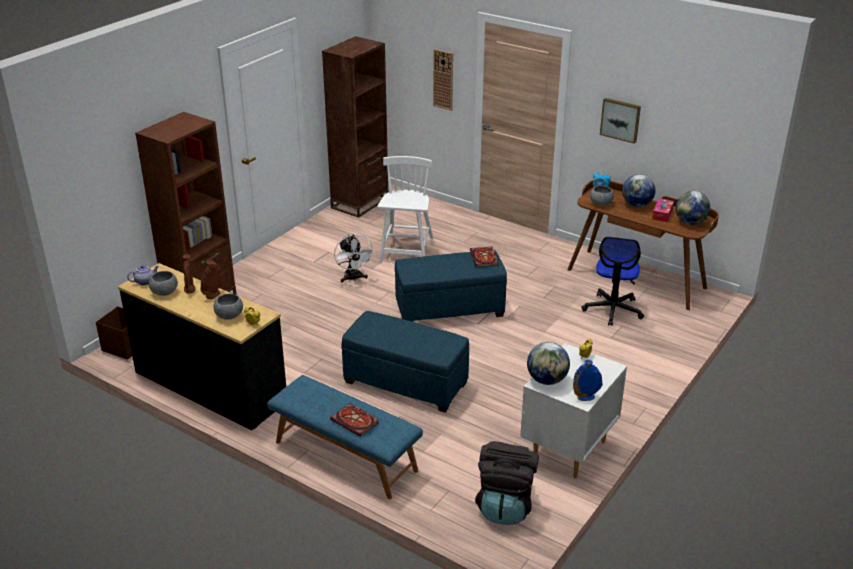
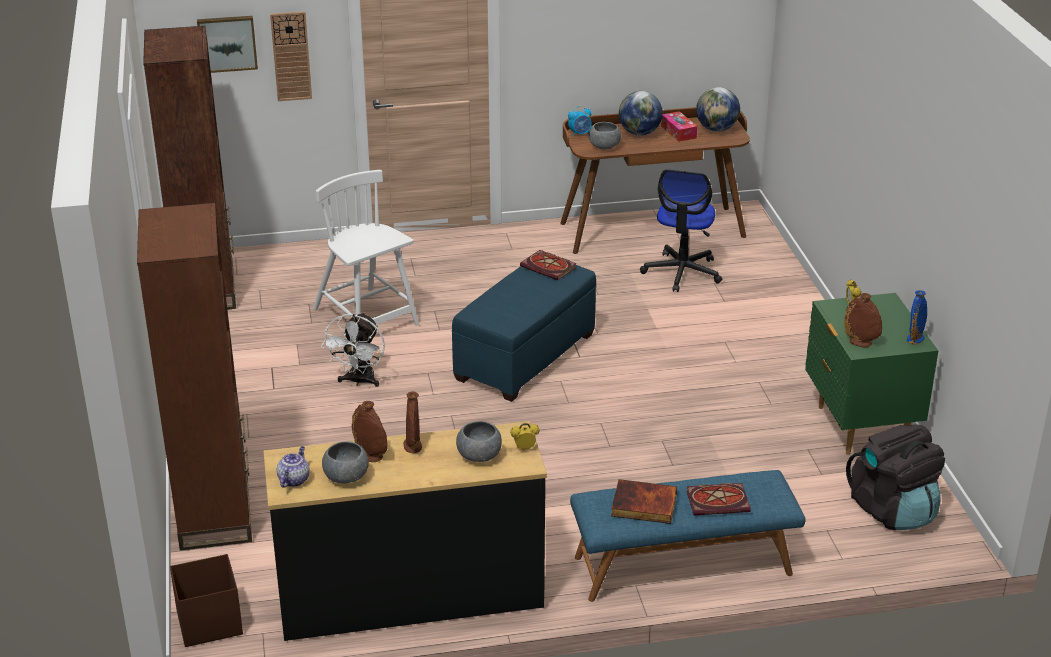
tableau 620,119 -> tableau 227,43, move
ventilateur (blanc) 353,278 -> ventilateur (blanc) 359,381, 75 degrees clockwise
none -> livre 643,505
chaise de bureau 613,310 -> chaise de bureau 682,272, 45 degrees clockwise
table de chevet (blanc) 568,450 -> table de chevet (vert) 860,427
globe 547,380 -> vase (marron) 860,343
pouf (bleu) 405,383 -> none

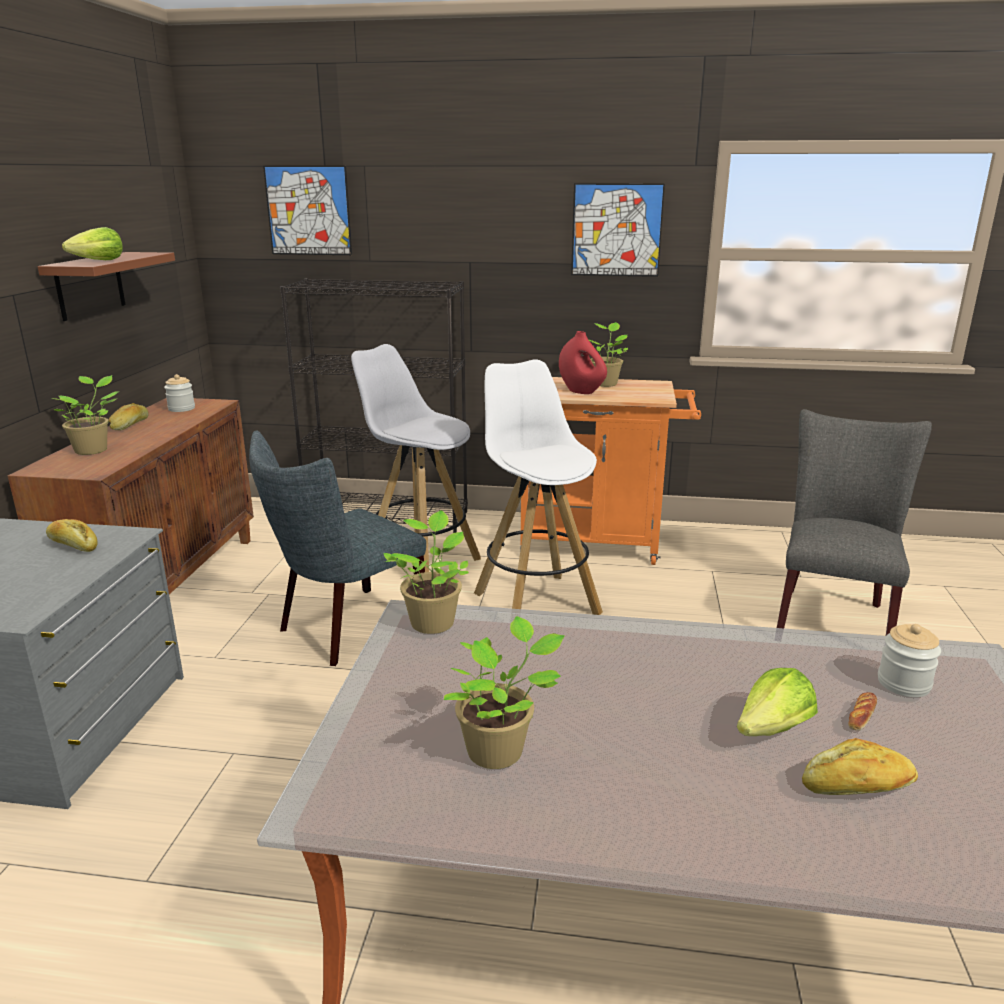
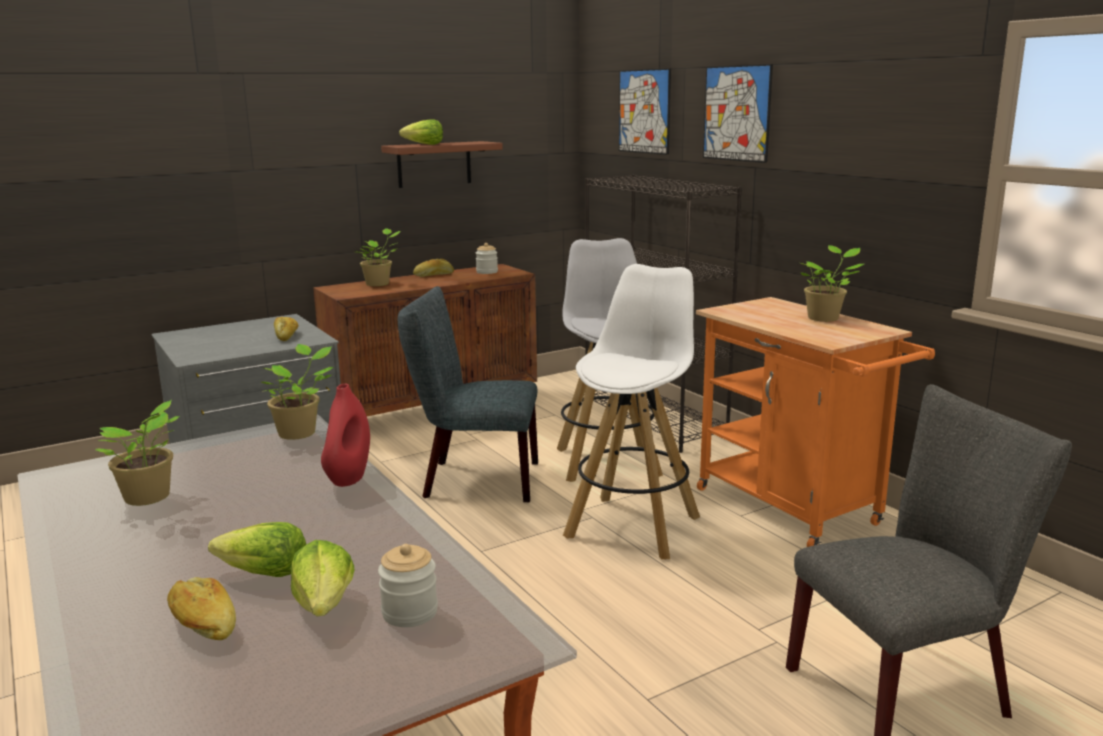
pain 862,715 -> laitue 325,604
vase (rouge) 581,391 -> vase (rouge) 349,478, move
tableau 616,230 -> tableau 736,113, move

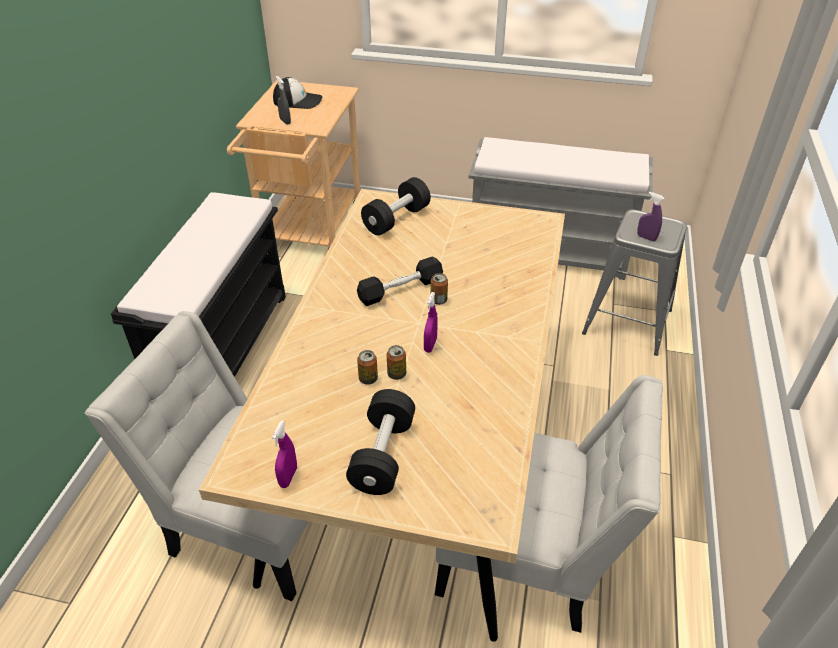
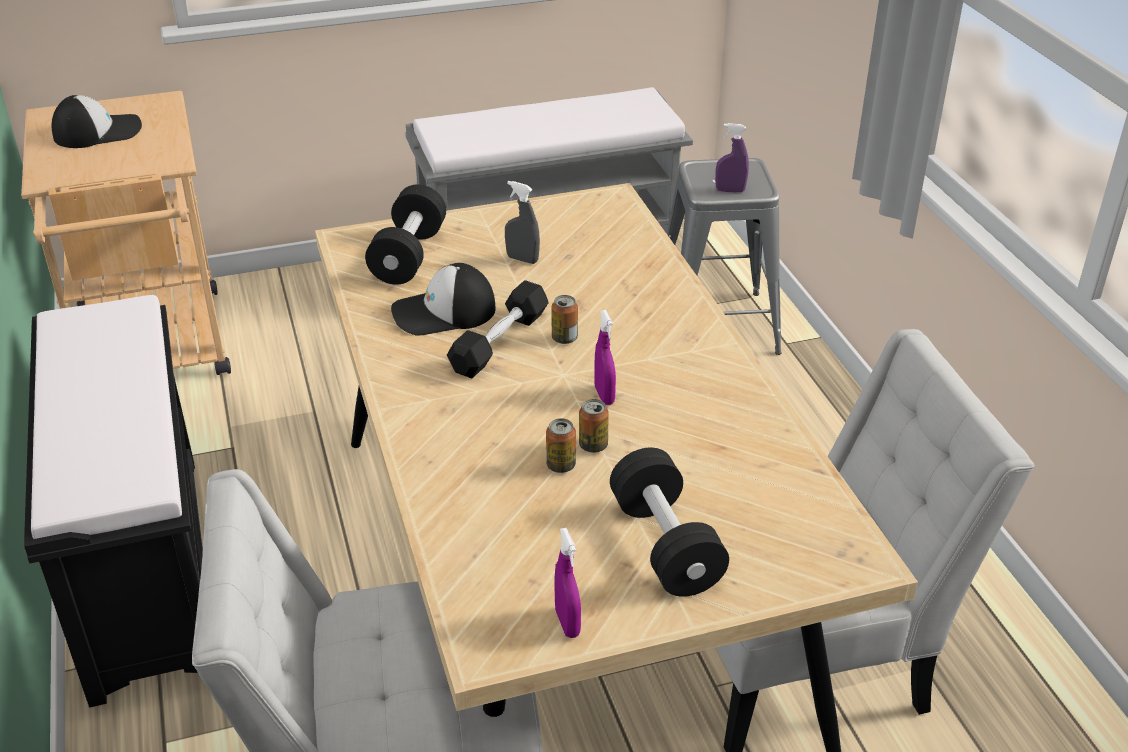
none -> casquette 443,312
vaporisateur (gris) 285,121 -> vaporisateur (gris) 522,259, move

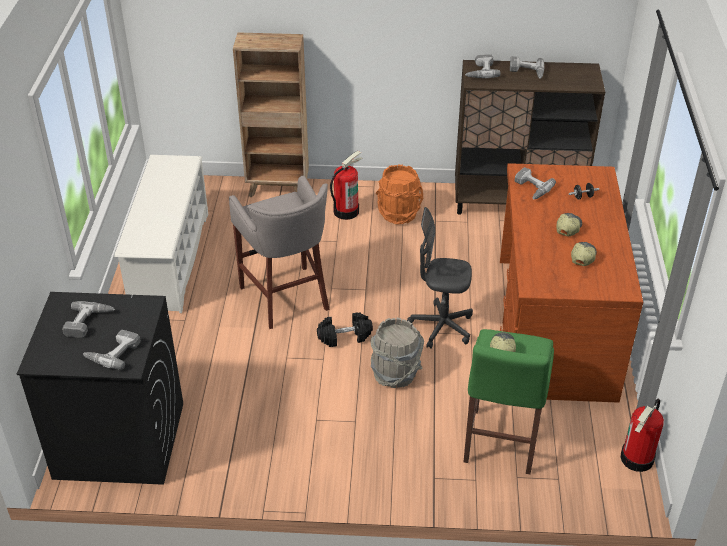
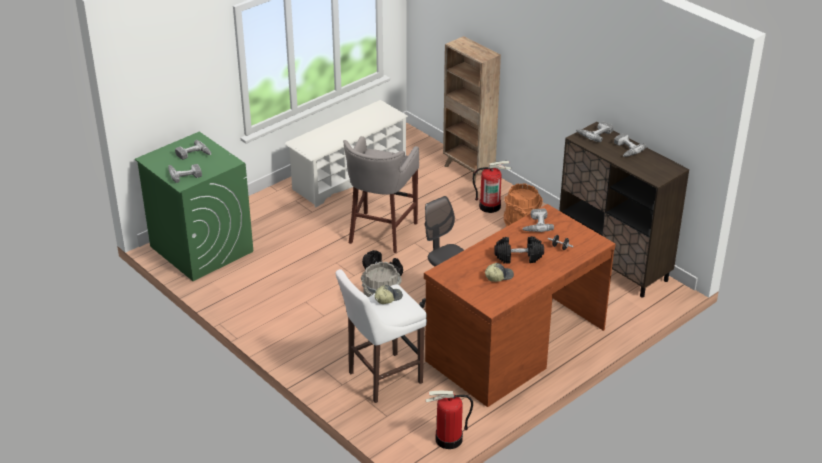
lave-linge (noir) 118,440 -> lave-linge (vert) 200,248
tabouret (vert) 500,445 -> tabouret (blanc) 381,378
casquette 568,227 -> haltère (noir) 518,257

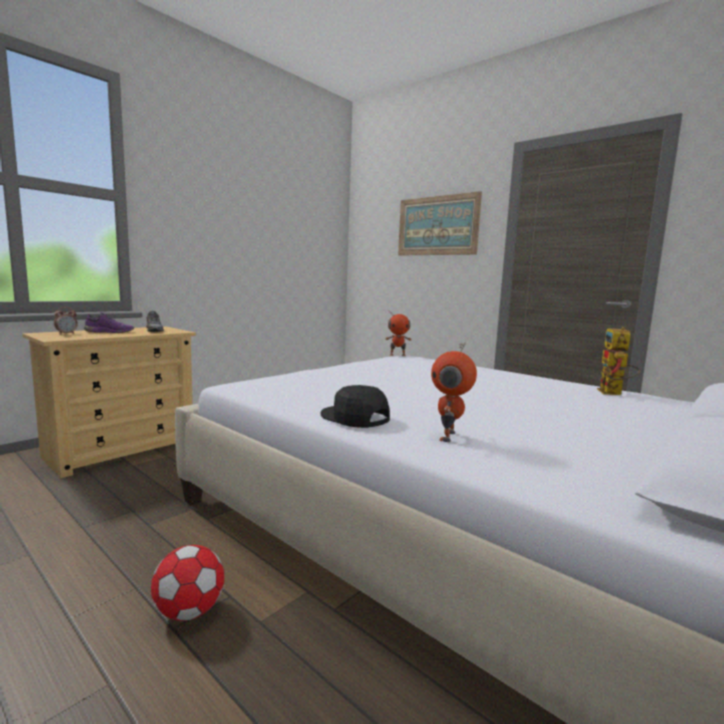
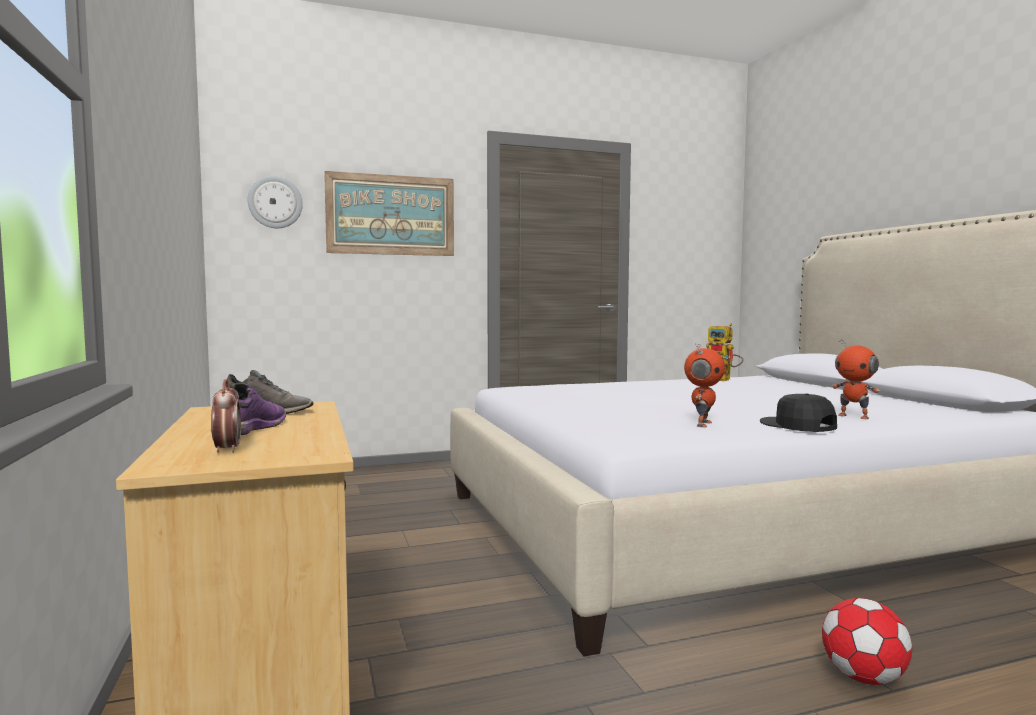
none -> horloge murale 275,202
robot jouet 397,355 -> robot jouet 702,424, move
casquette (noir) 354,417 -> casquette (noir) 797,425, 75 degrees clockwise

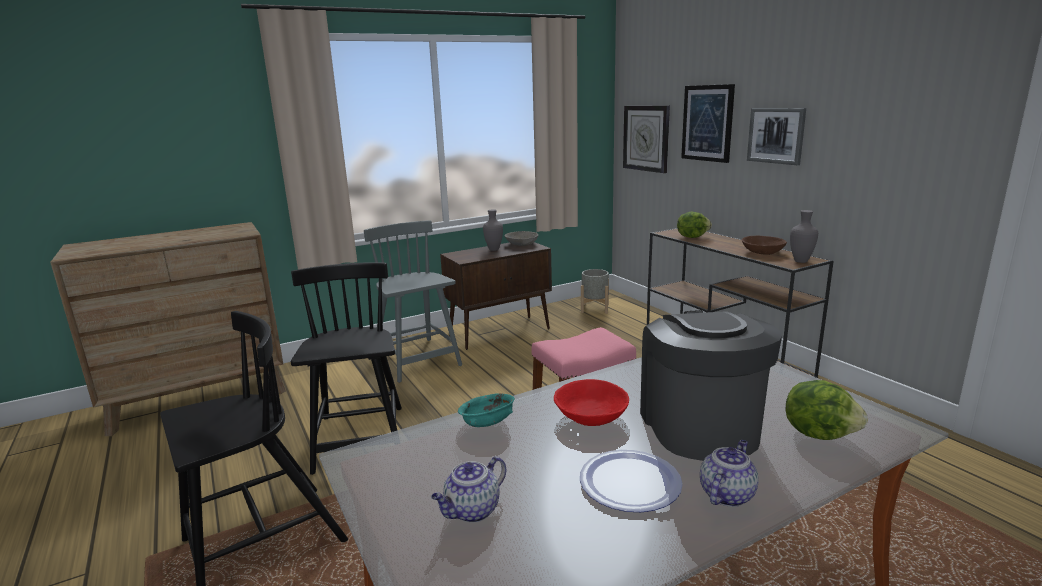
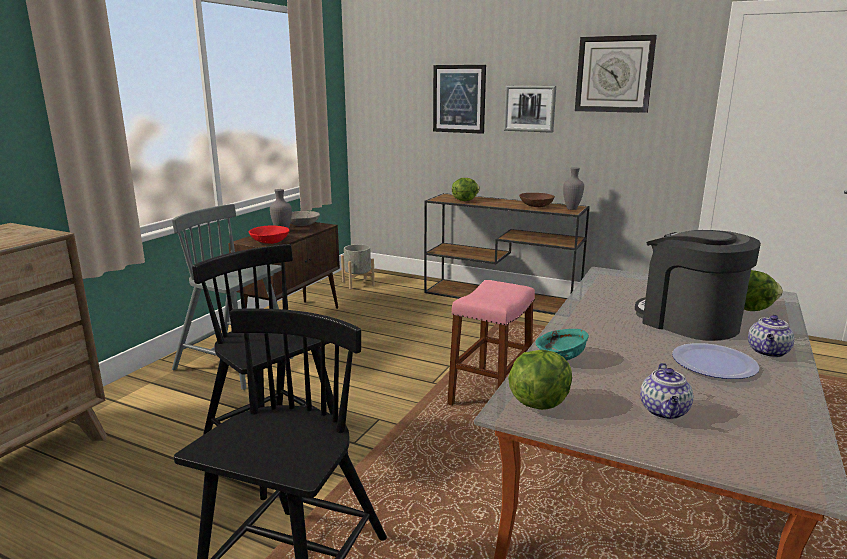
bol (rouge) 590,416 -> bol (rouge) 269,241, move
none -> laitue 539,402
horloge murale 646,138 -> horloge murale 614,74, move
théière 726,494 -> théière 768,352, 150 degrees counterclockwise

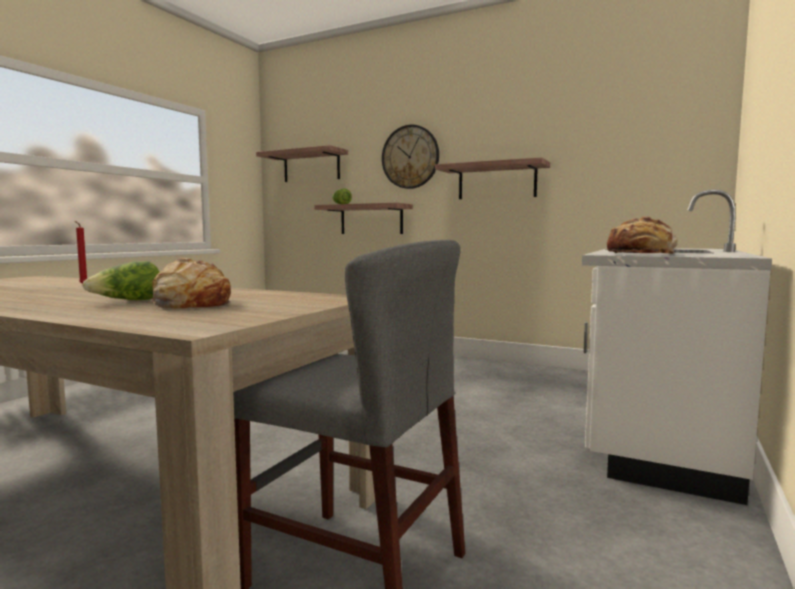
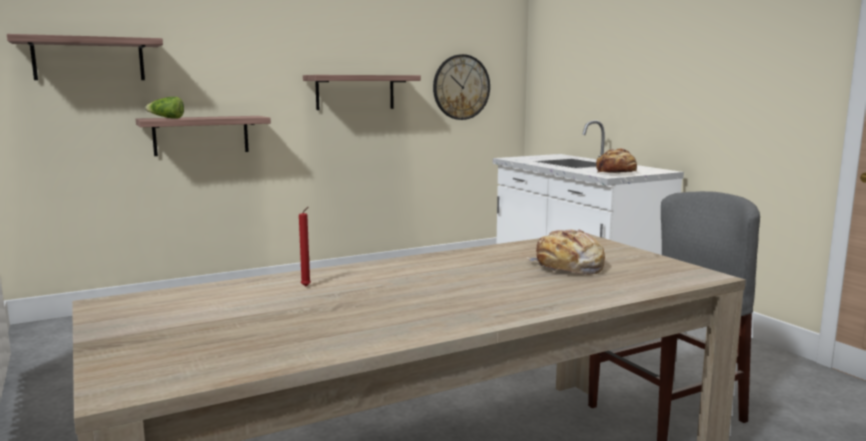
horloge murale 410,157 -> horloge murale 461,87, move
laitue 127,301 -> none

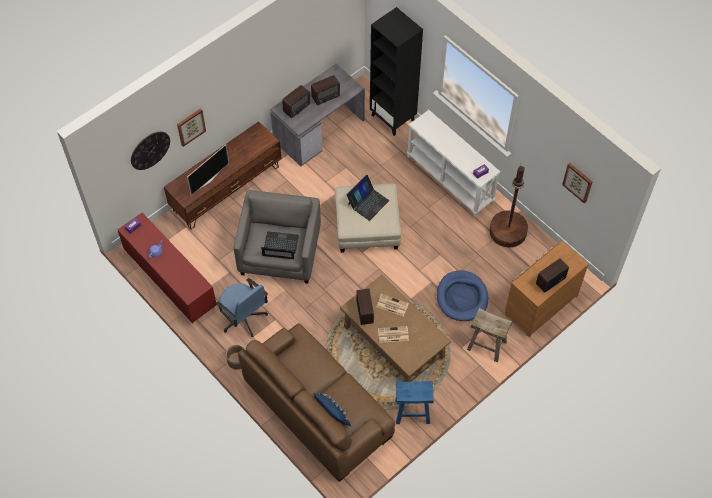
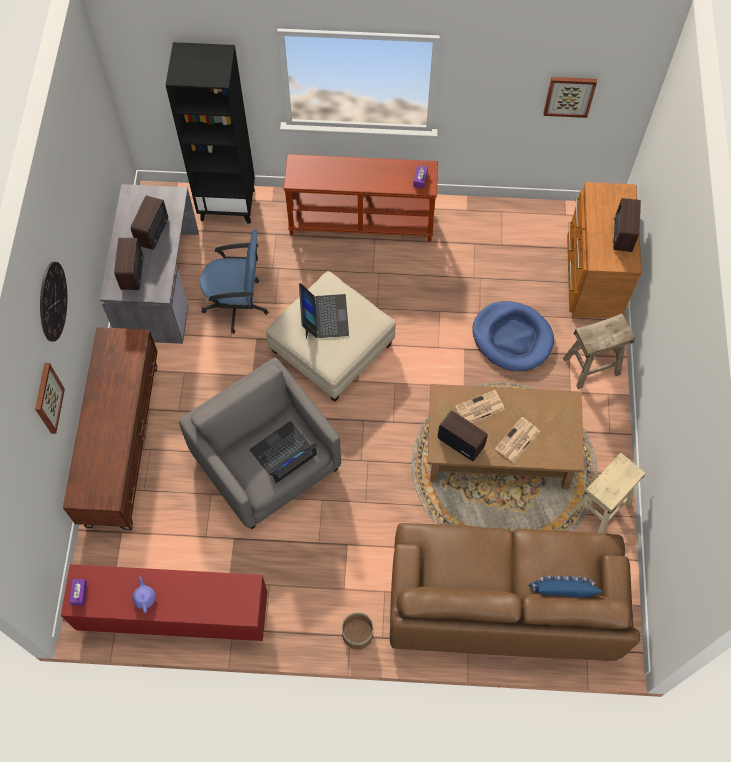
horloge murale 150,150 -> horloge murale 52,301, move
chaise de bureau (bleu) 243,318 -> chaise de bureau (bleu) 237,304, move
table console (blanc) 450,179 -> table console (marron) 362,221
tabouret (bleu) 412,412 -> tabouret (beige) 600,507
téléviseur 209,180 -> none
lampadaire (marron) 508,231 -> none

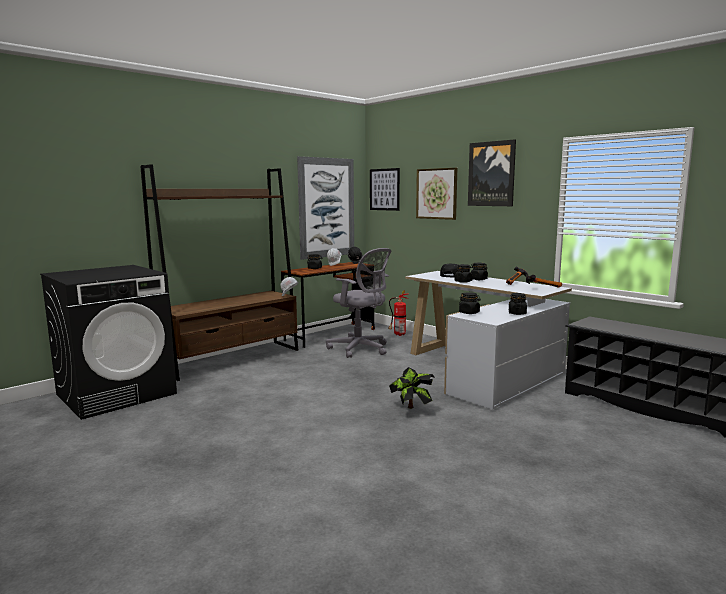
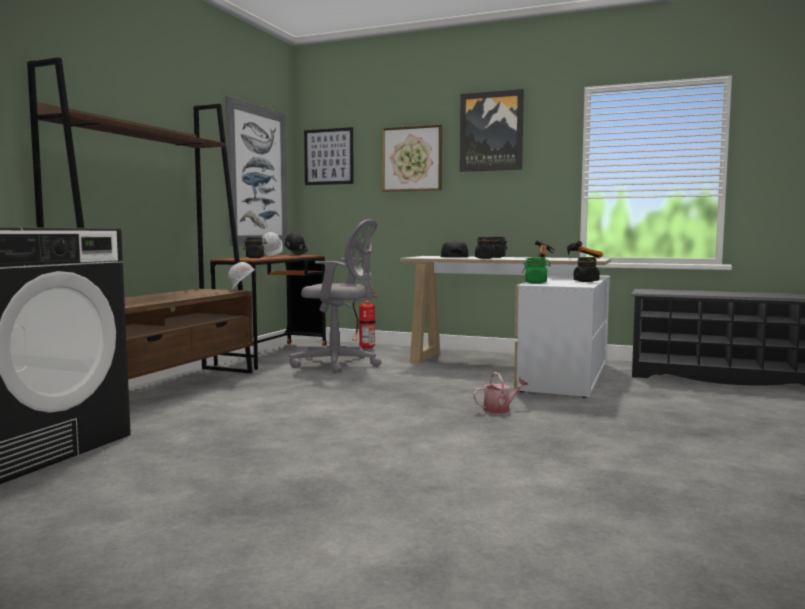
plante en pot 411,410 -> arrosoir 500,409
bocal (noir) 469,313 -> bocal (vert) 536,283

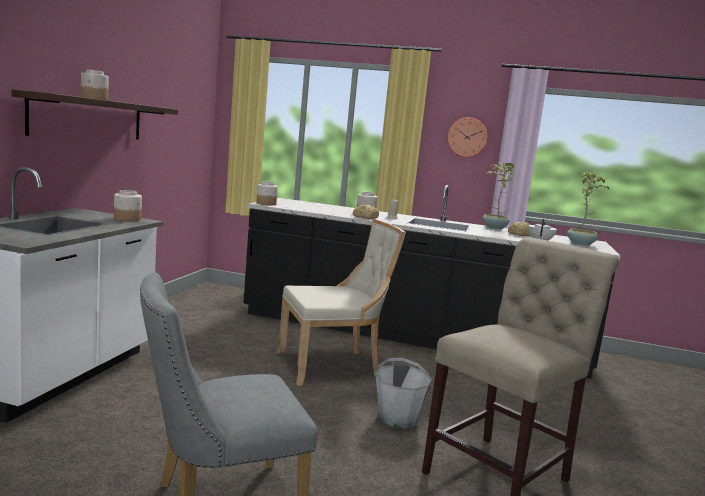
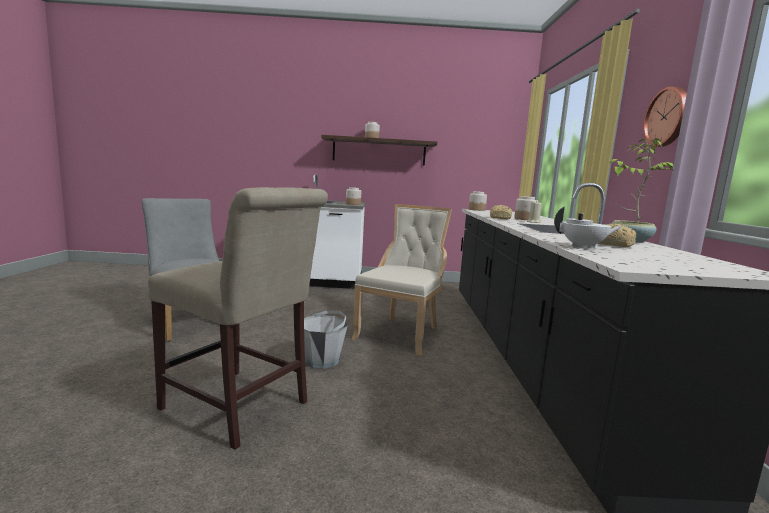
chaise (beige) 333,366 -> chaise (beige) 401,333, 120 degrees counterclockwise
plante en pot 581,244 -> none

